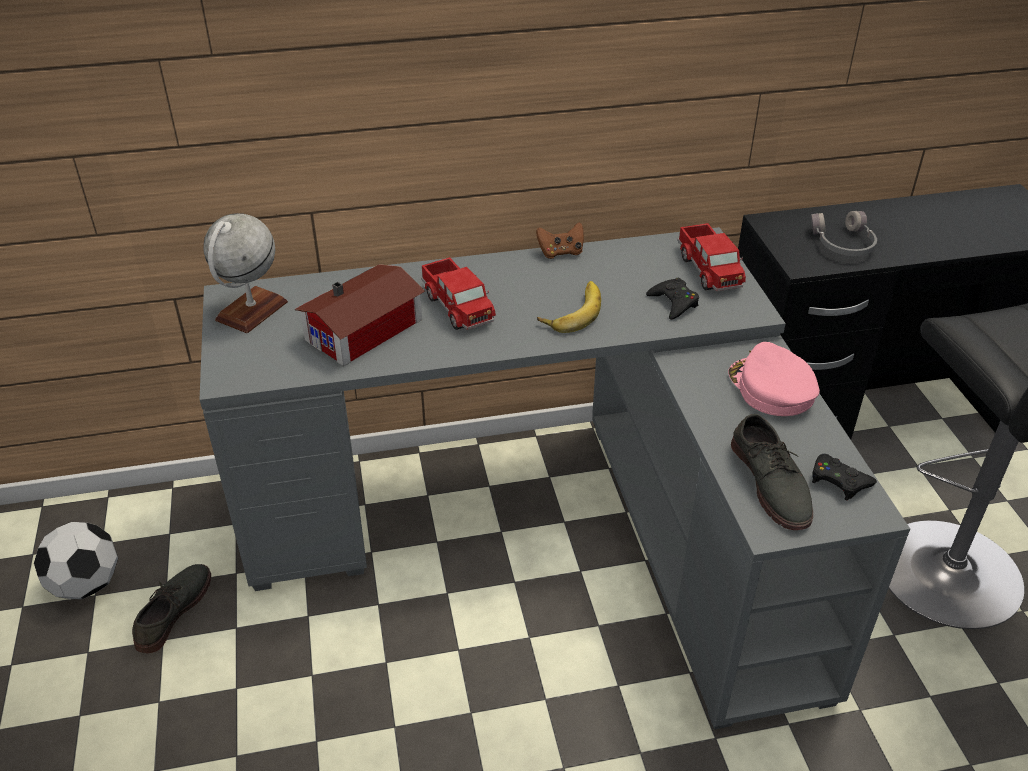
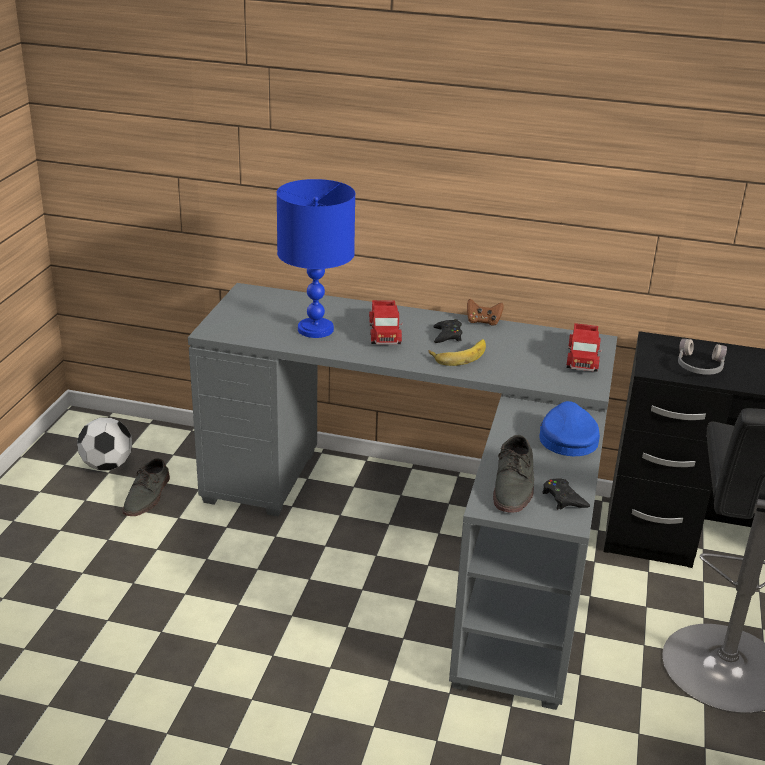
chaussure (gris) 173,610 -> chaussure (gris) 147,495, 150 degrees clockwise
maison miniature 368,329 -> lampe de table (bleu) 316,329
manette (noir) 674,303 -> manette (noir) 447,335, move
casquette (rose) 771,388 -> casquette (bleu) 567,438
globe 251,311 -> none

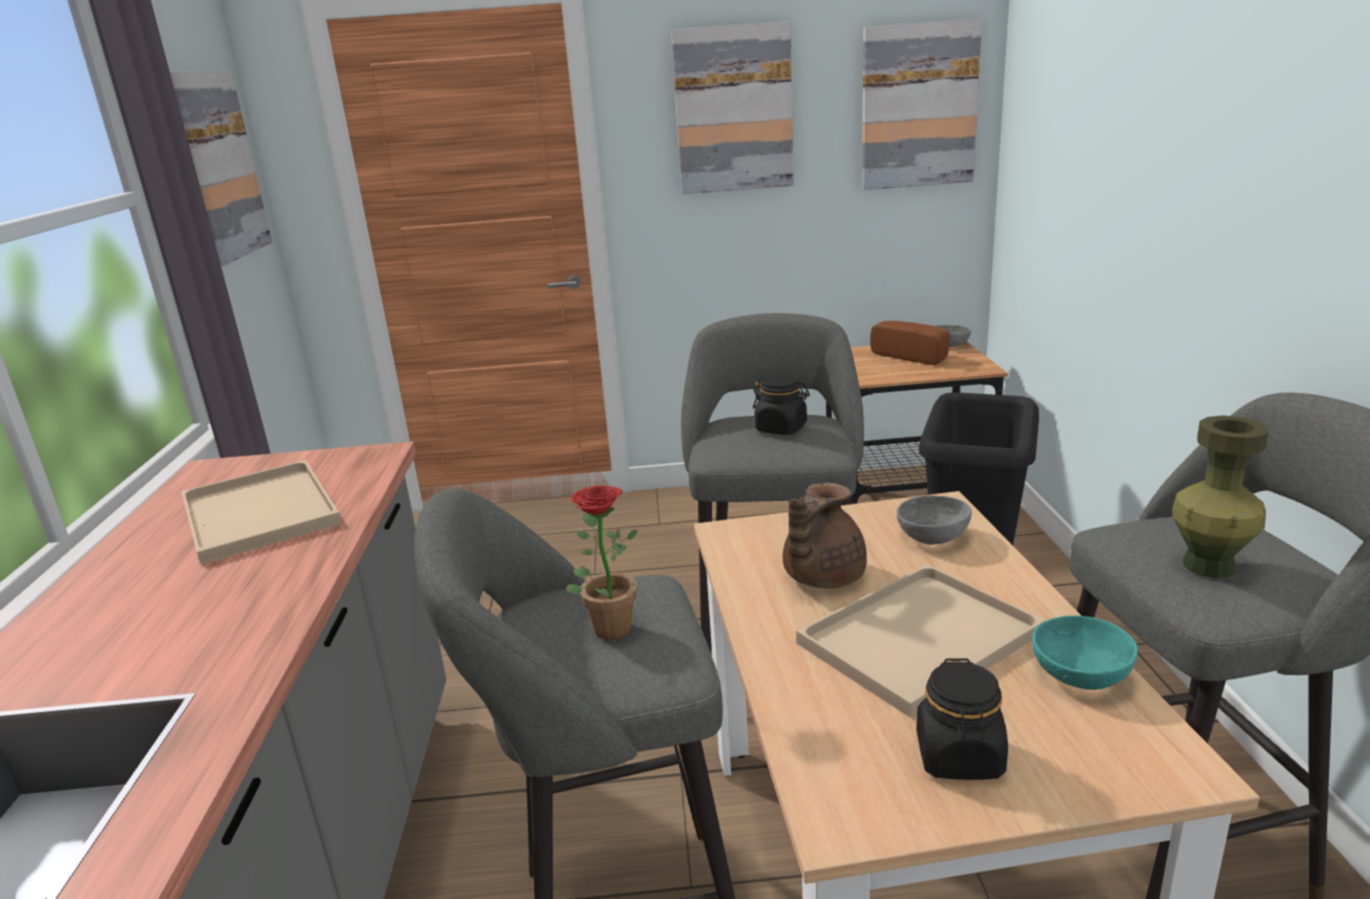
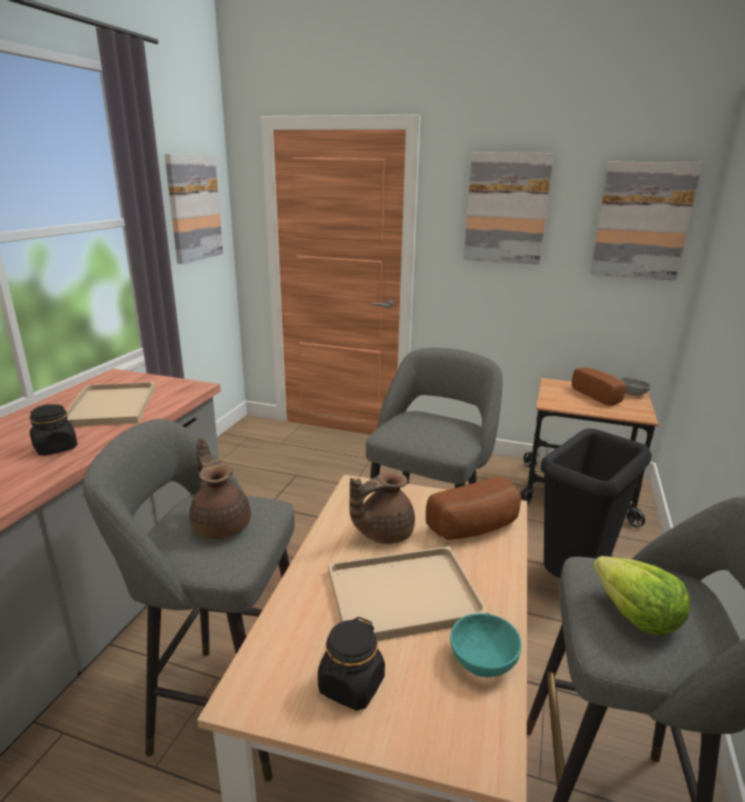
bocal (noir) 781,428 -> bocal (noir) 56,448, move
plante en pot 608,625 -> théière (marron) 221,524
bol (gris) 931,537 -> pain 476,528
vase (vert) 1209,566 -> laitue 635,615

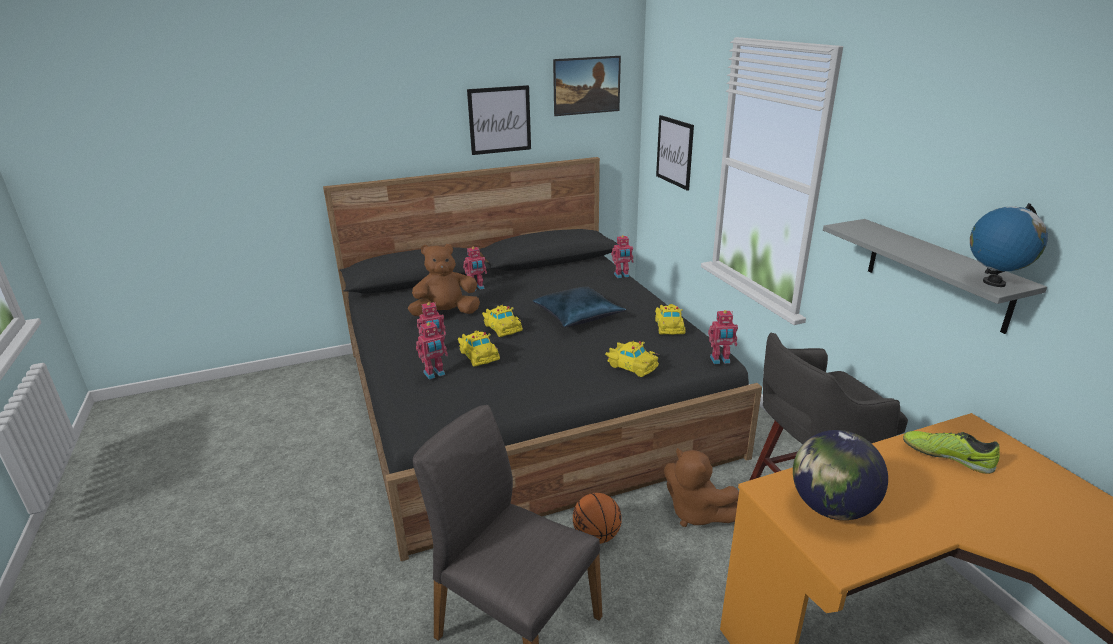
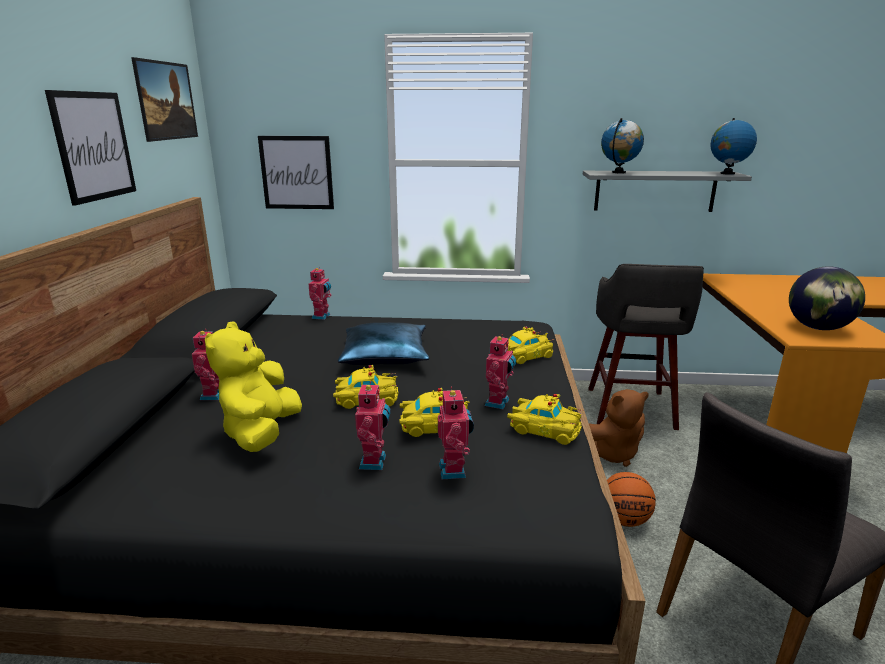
peluche (marron) 445,314 -> peluche (jaune) 261,433
robot jouet 720,360 -> robot jouet 498,403, move
petite voiture (jaune) 670,326 -> petite voiture (jaune) 543,428, move
none -> globe 619,172
chaussure 946,456 -> none

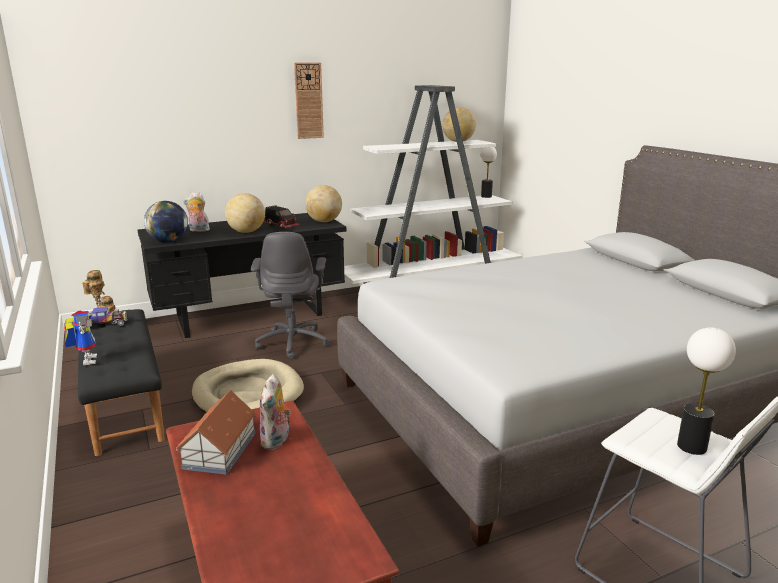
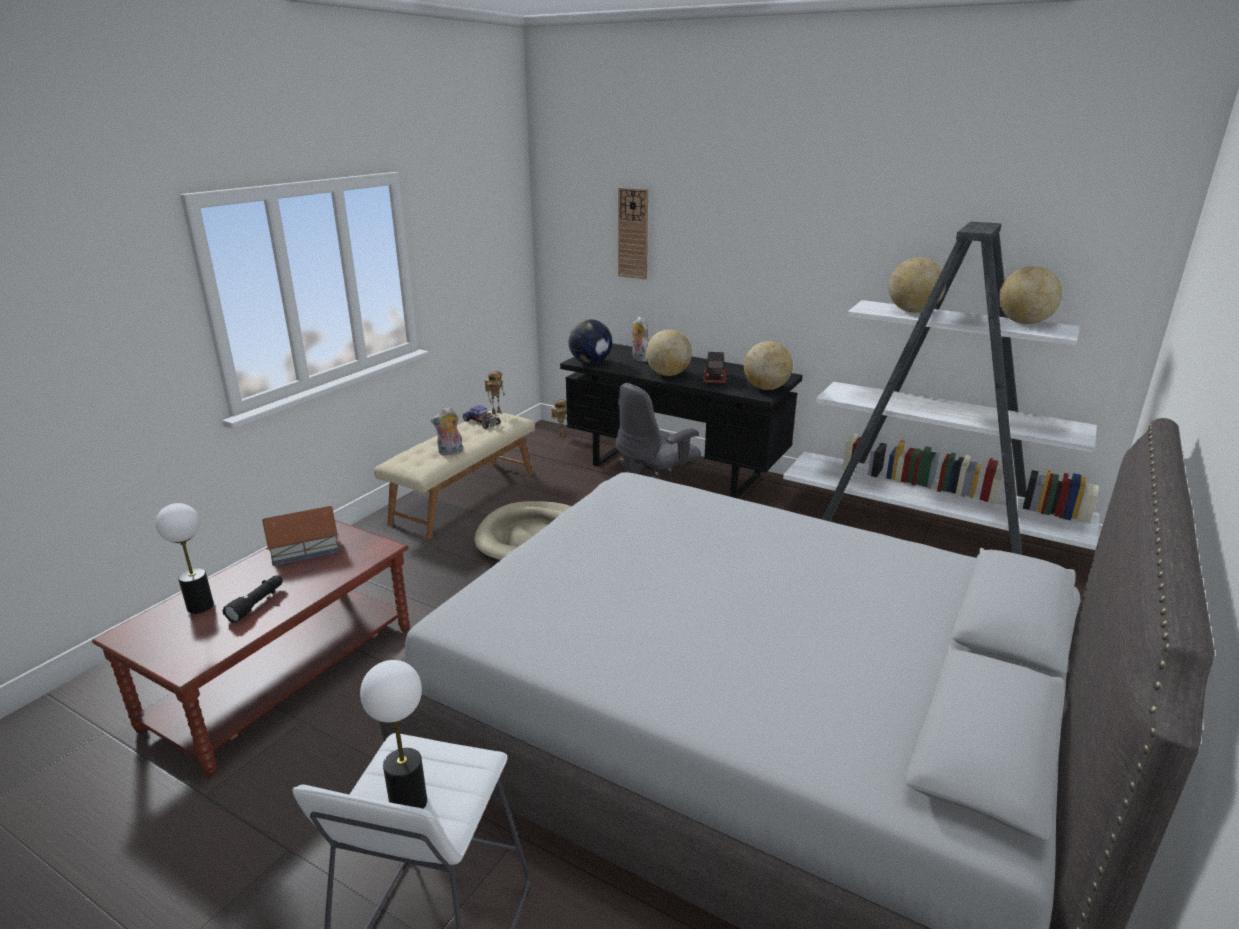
lampe de table 486,196 -> lampe de table 200,606, move
none -> lampe de poche (noir) 257,604
banc (noir) 123,403 -> banc (beige) 463,497
peluche 276,441 -> peluche 450,452, move
horloge murale 308,101 -> horloge murale 633,233, move
none -> globe 912,311
robot jouet 85,360 -> none

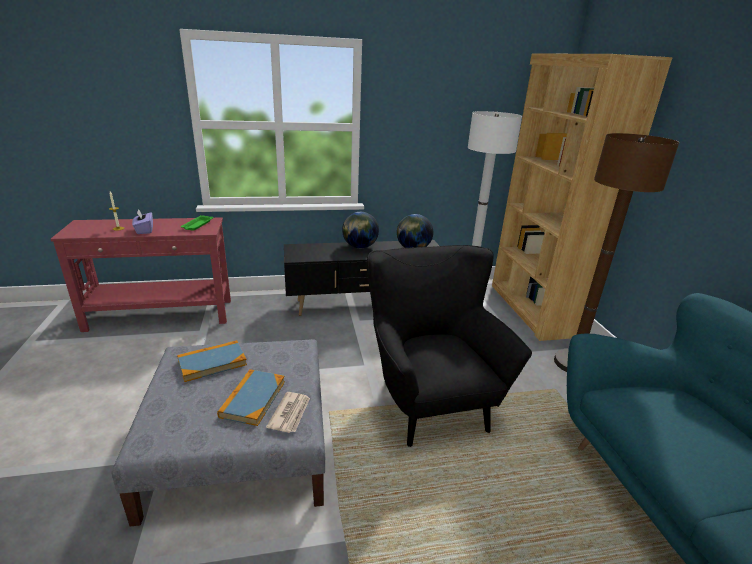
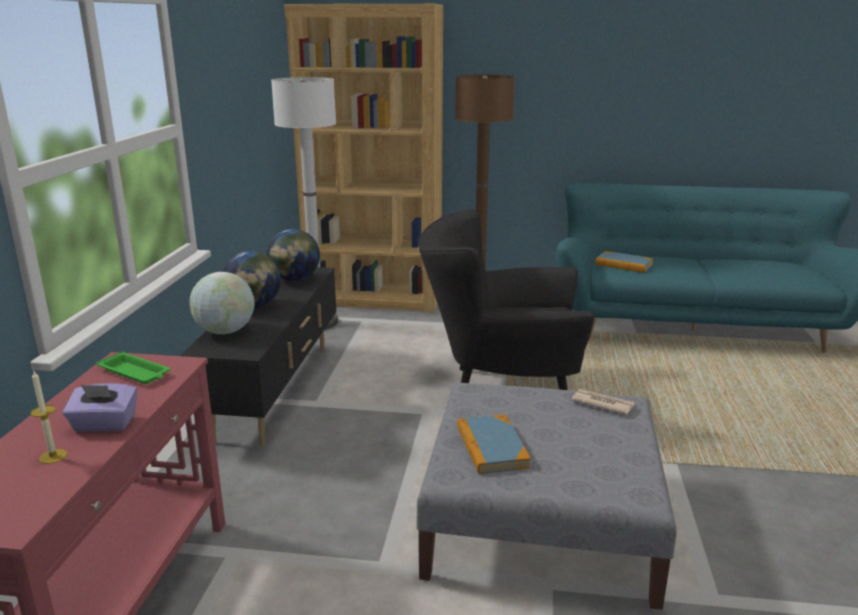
none -> globe 225,331
livre 253,399 -> livre 623,264, move

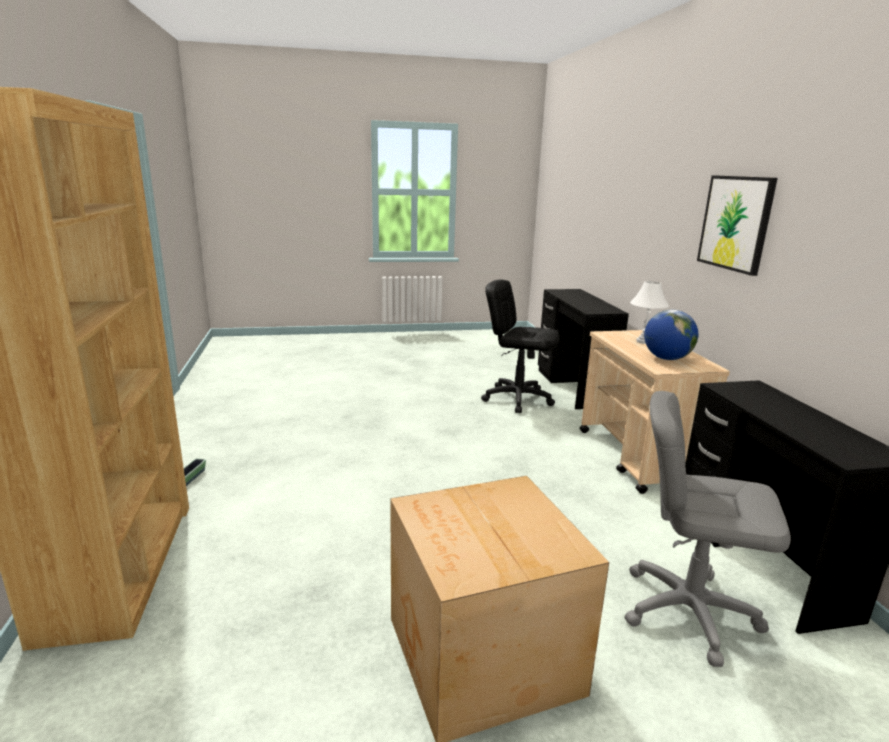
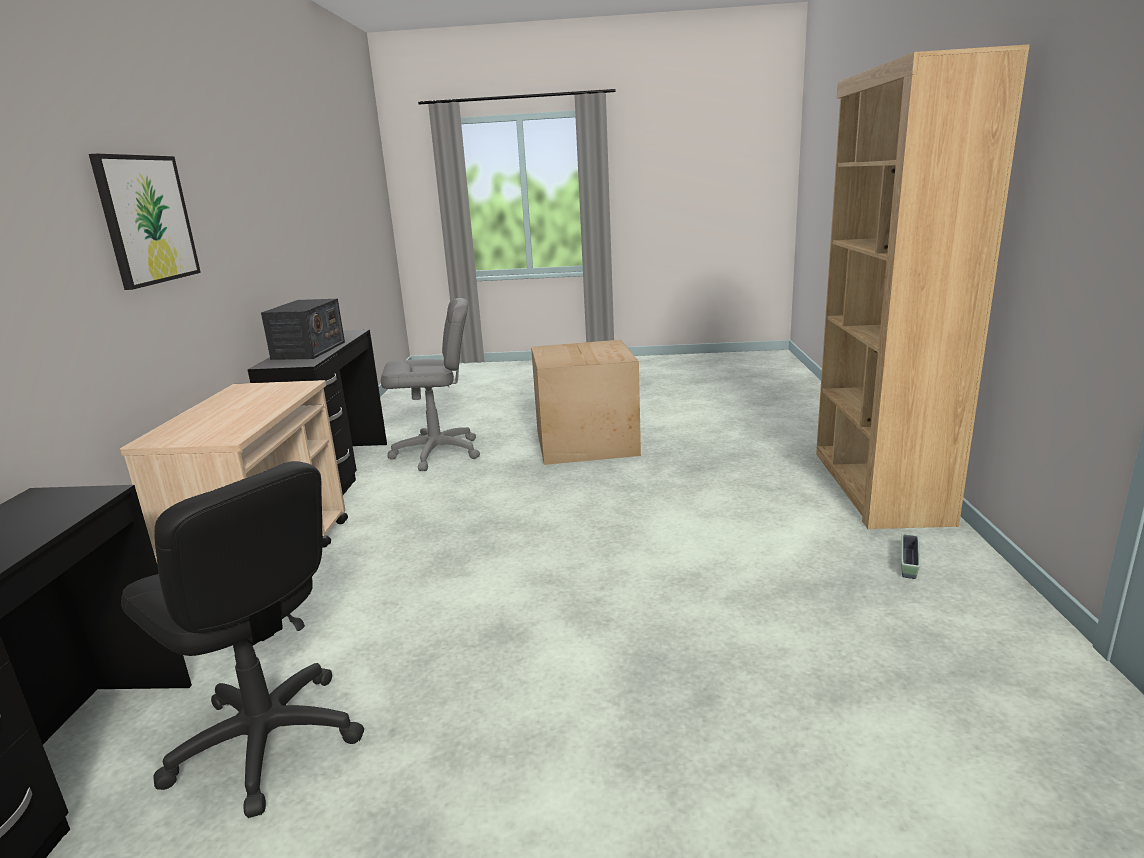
none -> radio 309,350
chaise de bureau (gris) 688,611 -> chaise de bureau (gris) 437,453, 45 degrees counterclockwise
lampe de table (blanc) 643,341 -> none
globe 667,358 -> none

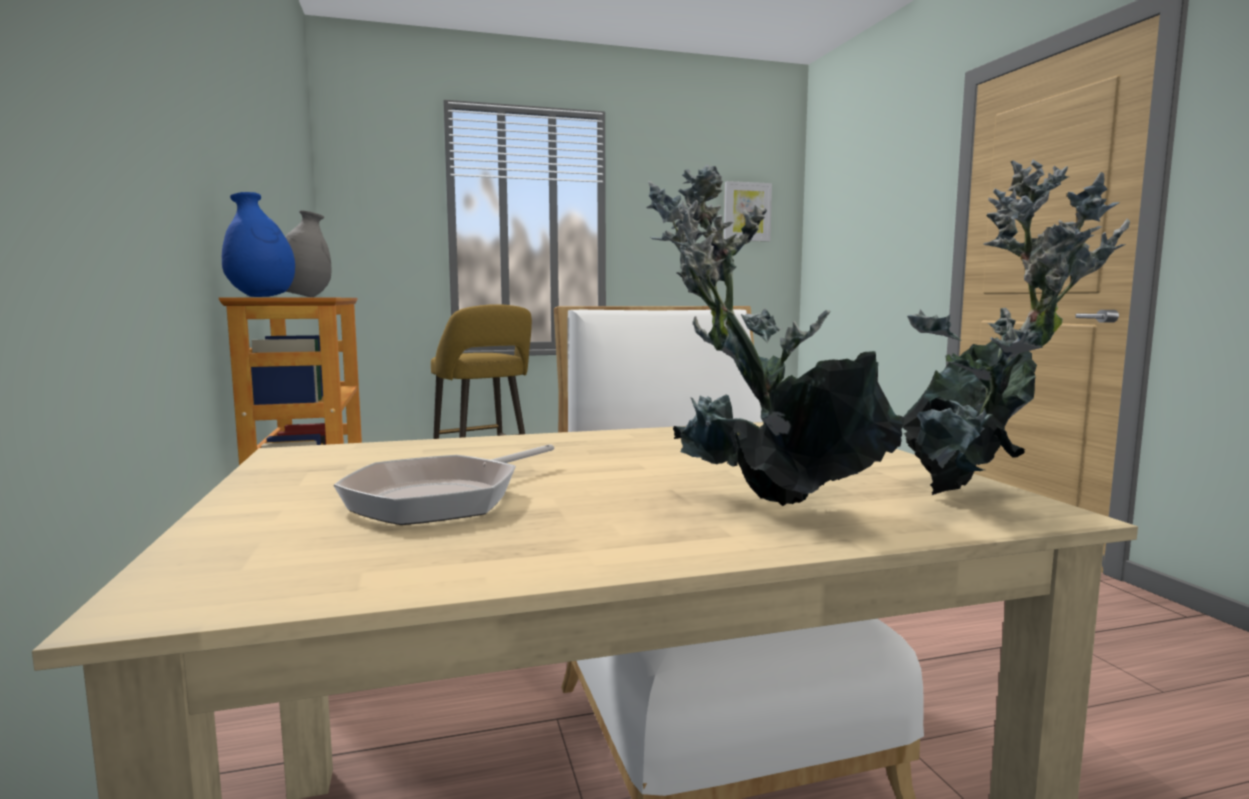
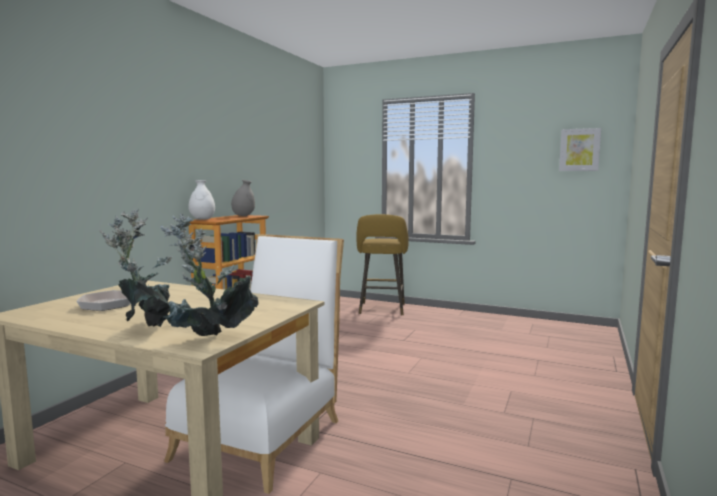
vase (bleu) 261,297 -> vase (blanc) 202,219

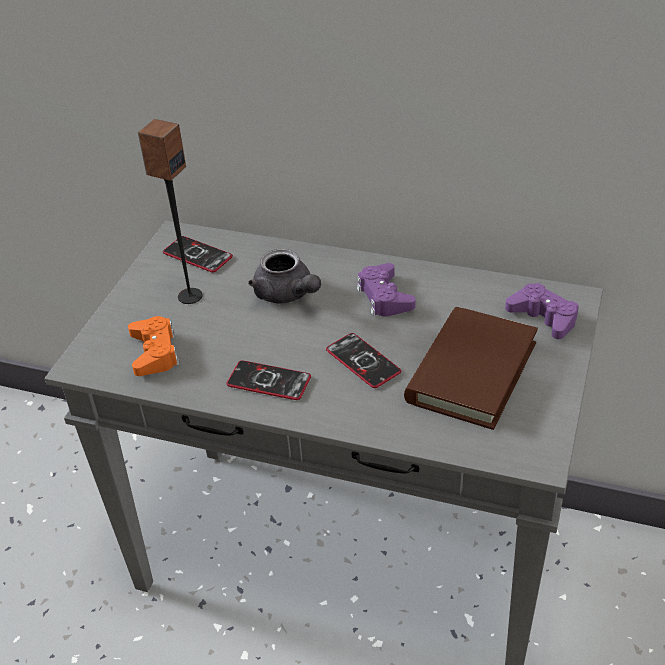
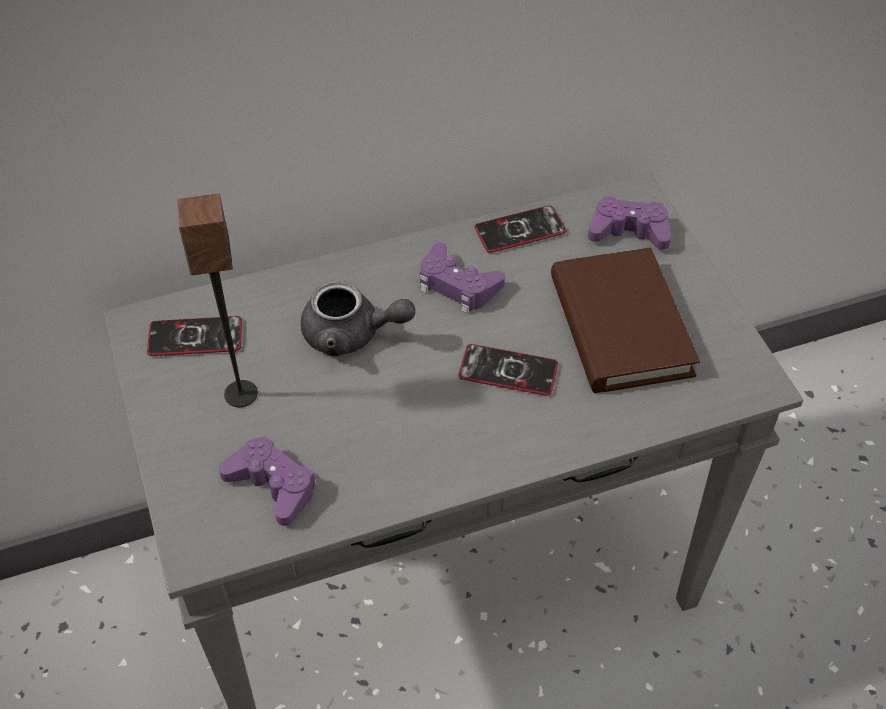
manette (orange) 155,352 -> manette (violet) 272,485
téléphone 269,381 -> téléphone 520,230, move

